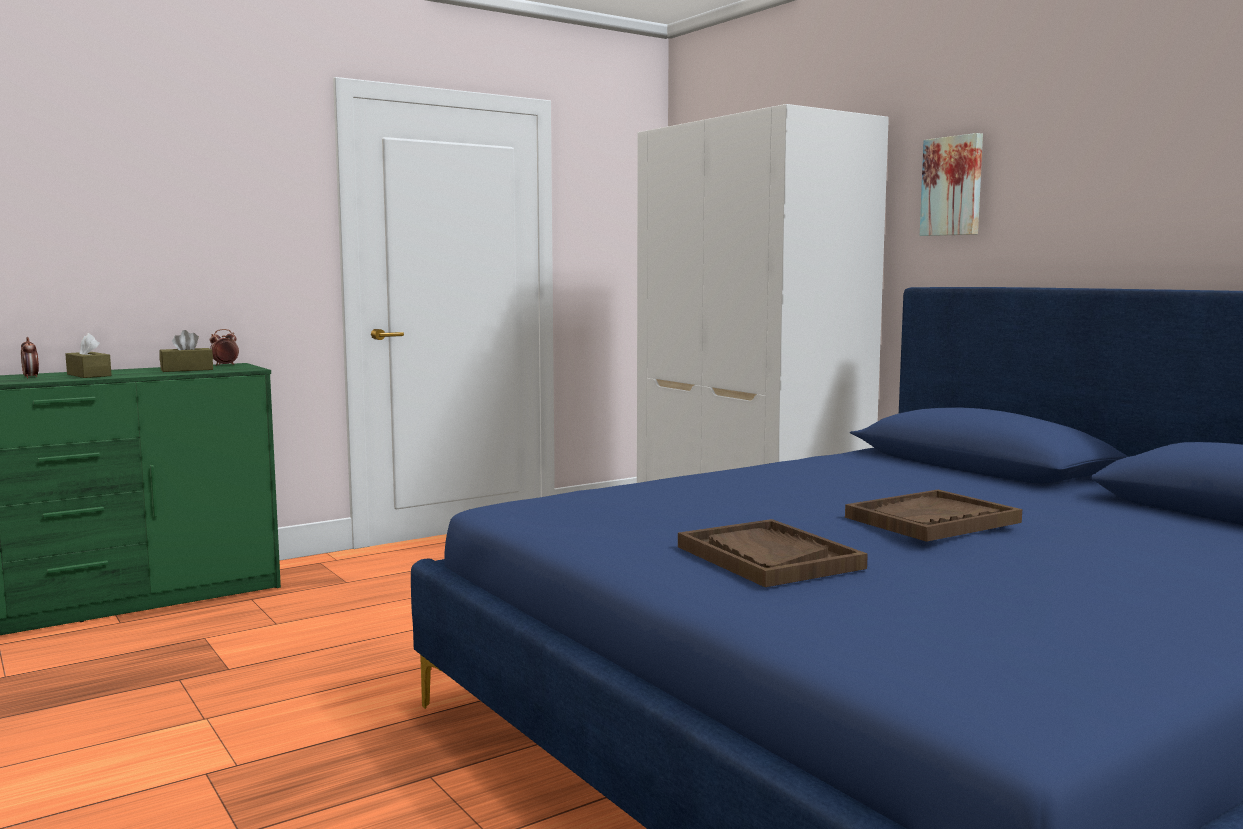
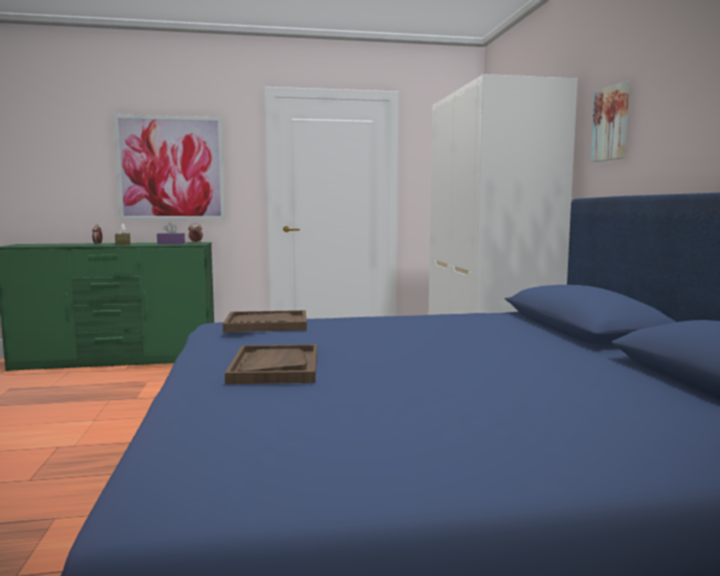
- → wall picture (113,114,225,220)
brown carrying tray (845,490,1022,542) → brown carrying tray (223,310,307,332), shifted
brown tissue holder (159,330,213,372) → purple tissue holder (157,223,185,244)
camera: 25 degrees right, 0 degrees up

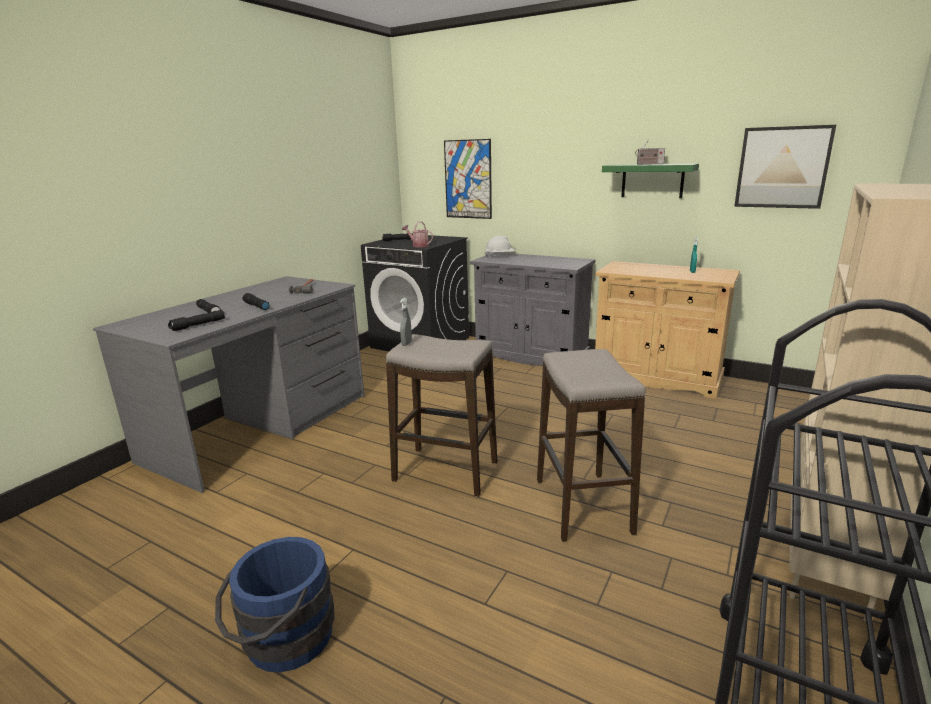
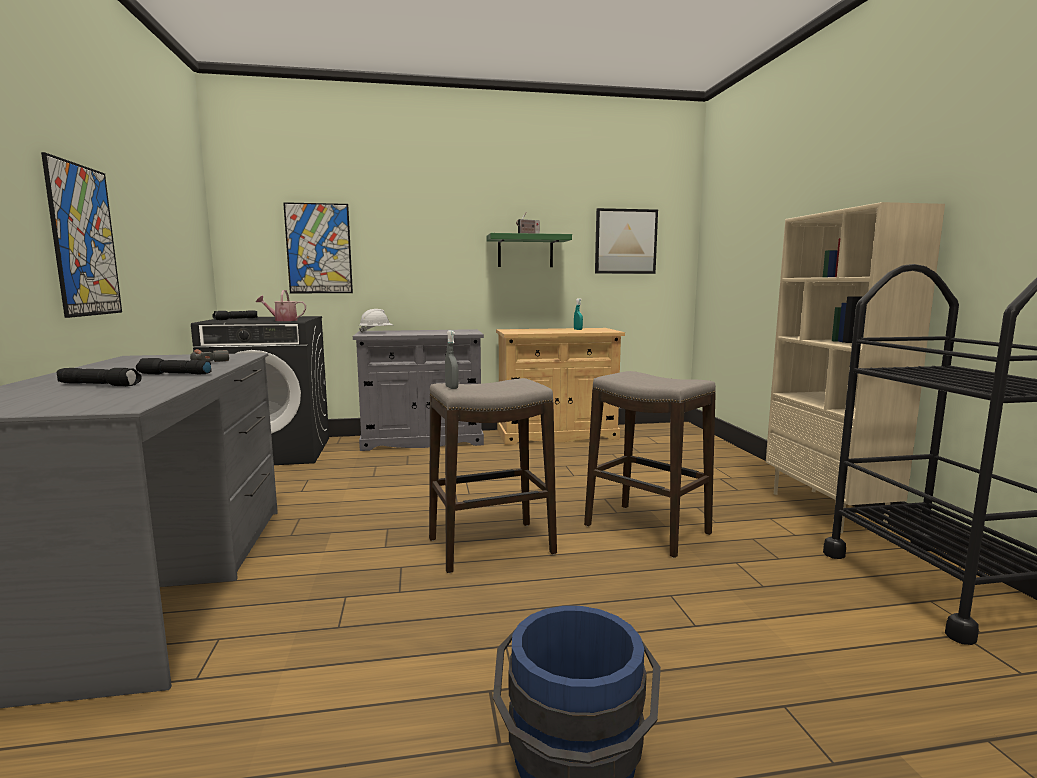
black flashlight (168,310,225,331) → -
- → wall picture (41,152,122,318)
camera: 40 degrees left, 10 degrees down

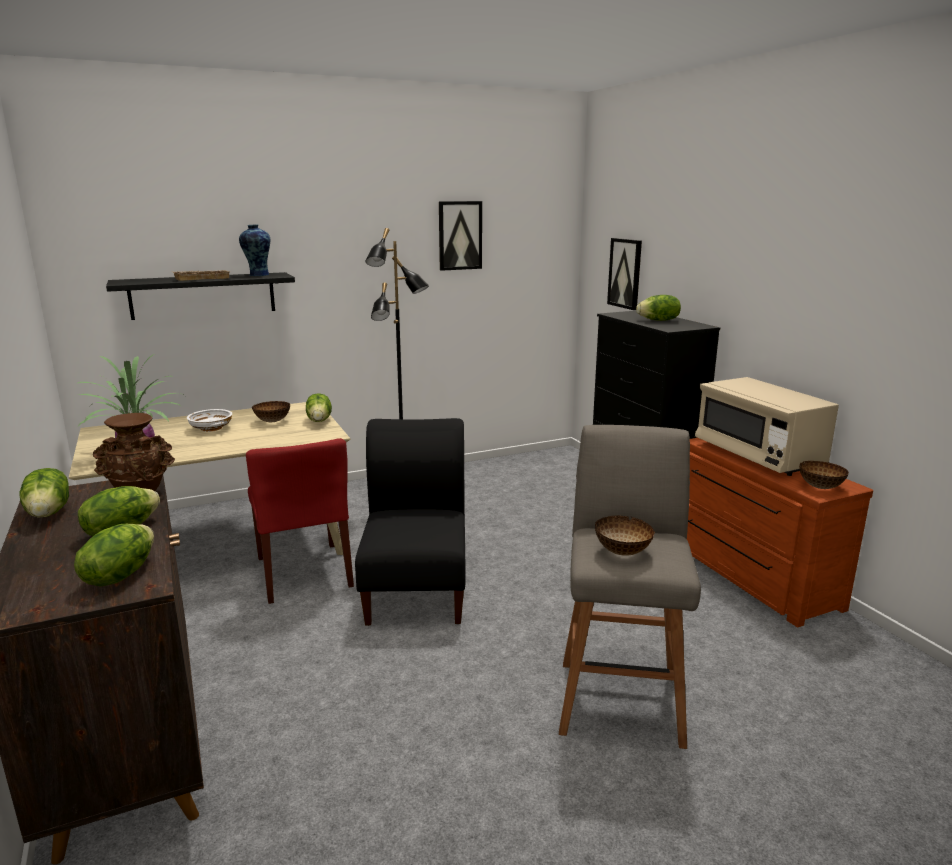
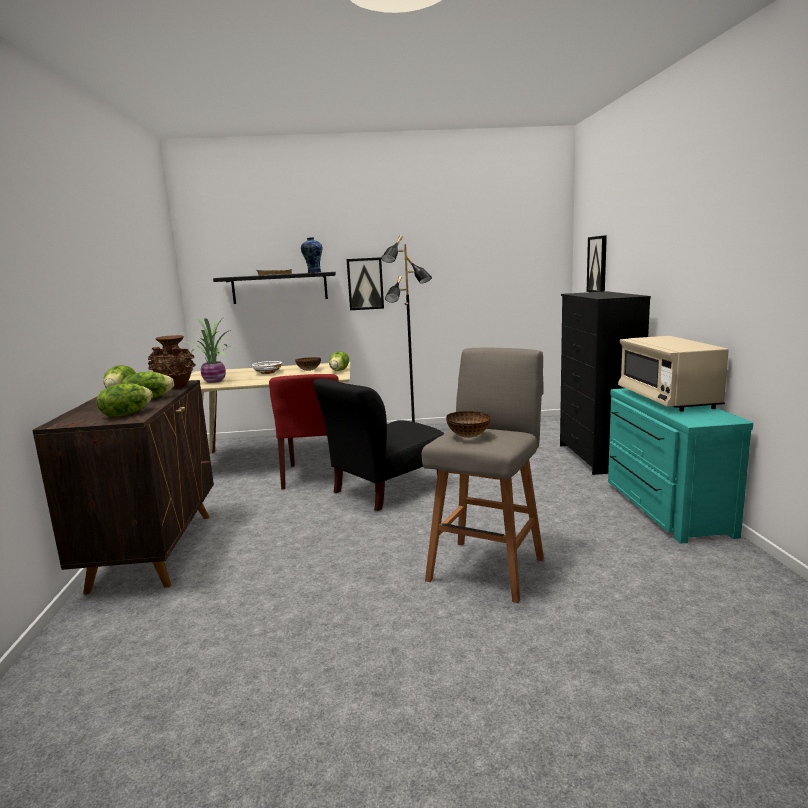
lettuce head (636,295,681,321) → -
deep dish (799,461,849,489) → -
wall picture (439,201,482,271) → wall picture (347,257,384,310), shifted
brown drawer chest (687,438,873,627) → turquoise drawer chest (608,388,753,544)
black upright chair (355,418,465,626) → black upright chair (313,378,444,511), 150 degrees counterclockwise
camera: 20 degrees right, 5 degrees down

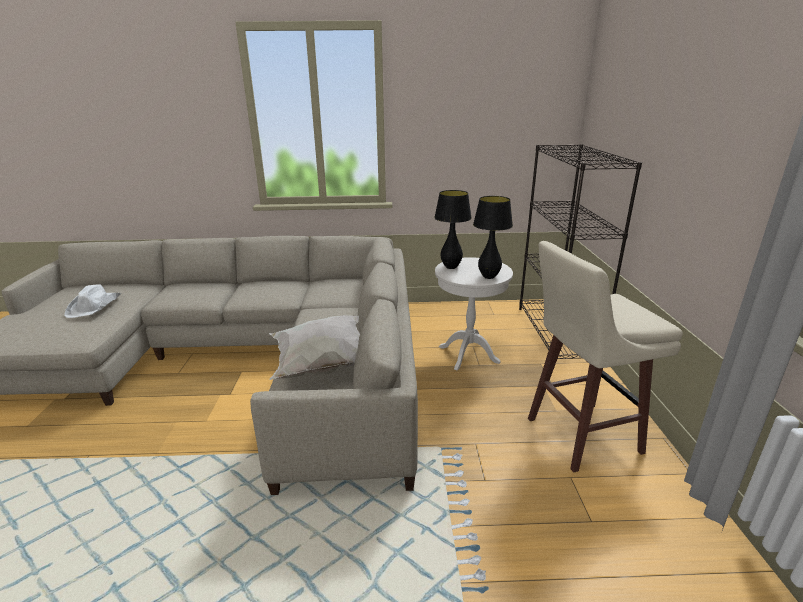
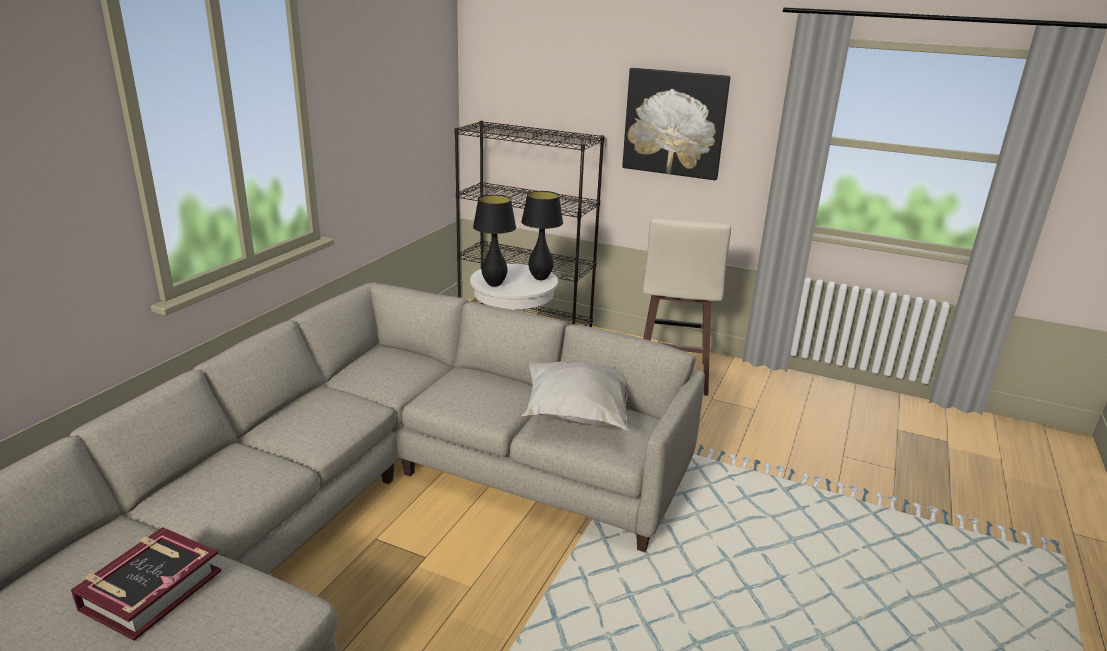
- → wall picture (622,68,731,180)
whitish clothing hat (64,284,121,318) → book (71,527,221,641)
camera: 65 degrees left, 0 degrees up

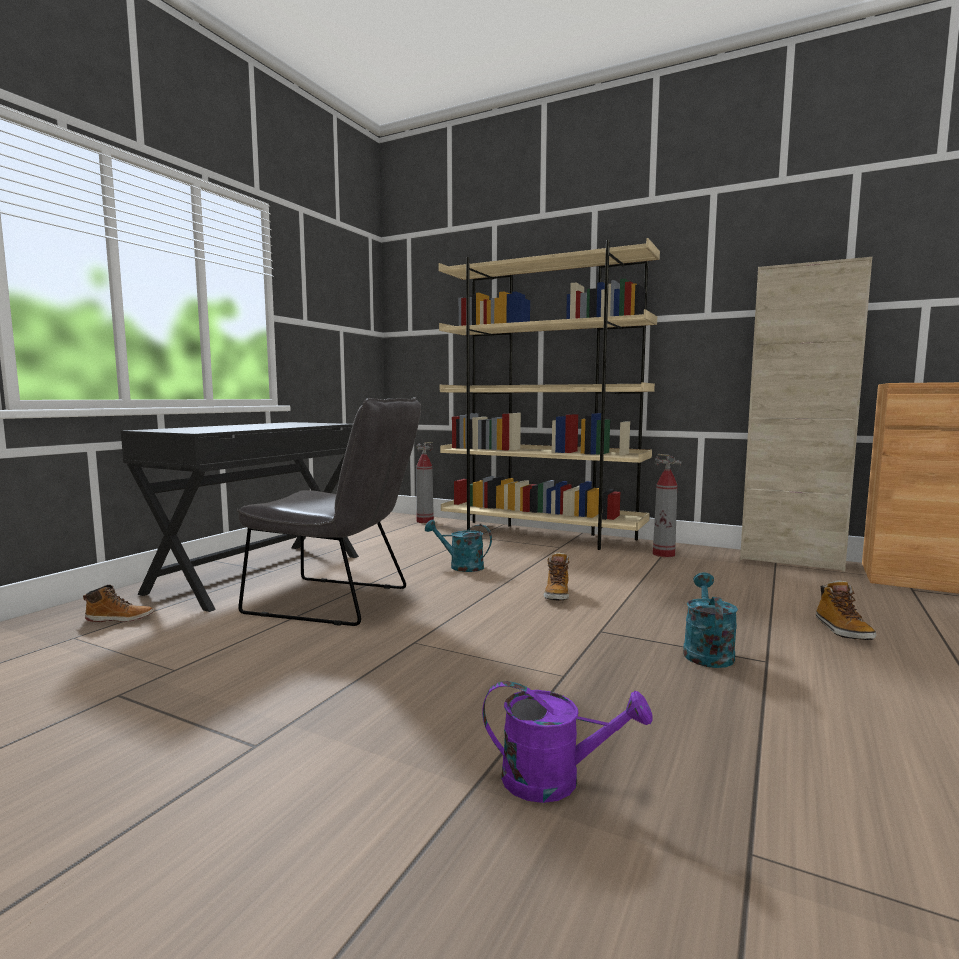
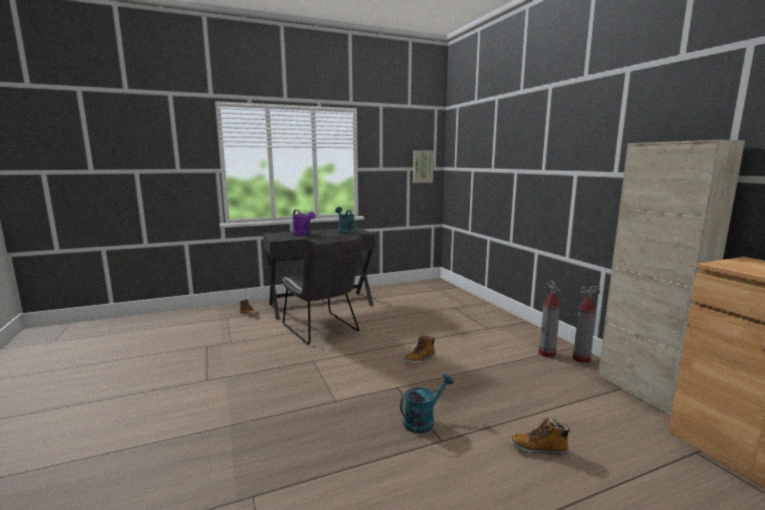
beige bookshelf (438,238,660,550) → -
- → wall picture (413,150,434,183)
fire extinguisher (416,442,434,523) → fire extinguisher (573,286,600,363), shifted
turquoise watering pot (425,520,492,572) → turquoise watering pot (335,207,355,234), shifted
purple watering pot (482,681,653,803) → purple watering pot (292,209,316,235), shifted
boot (816,580,877,640) → boot (511,417,571,455), 60 degrees clockwise
camera: 40 degrees right, 5 degrees up

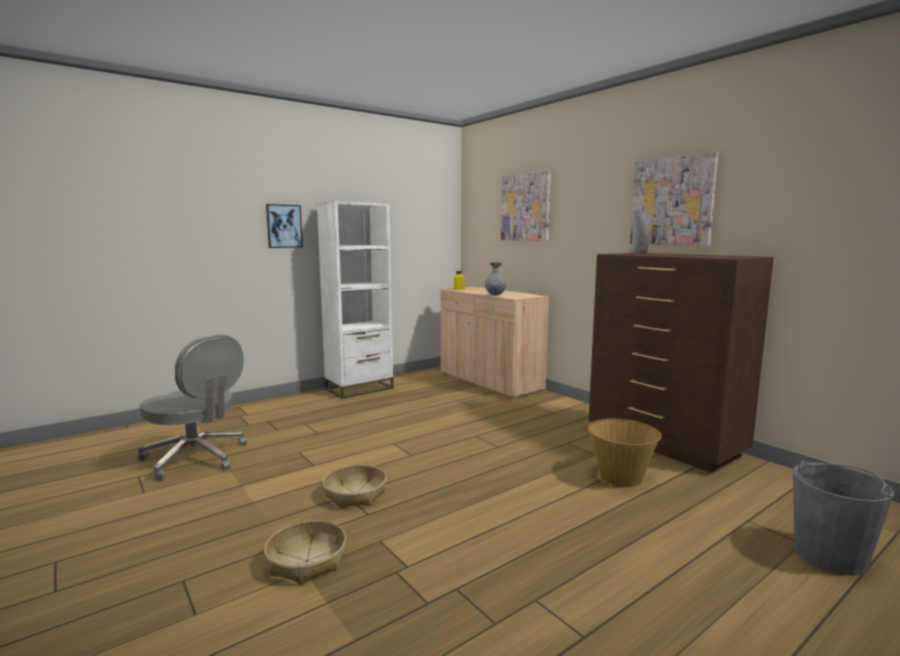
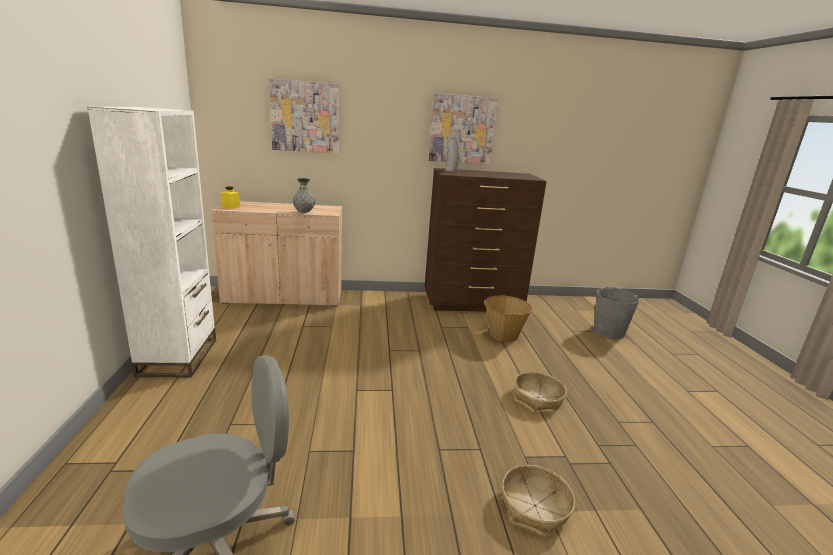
wall picture (266,204,303,248) → -
basket (322,465,387,509) → basket (514,372,567,411), shifted
camera: 60 degrees left, 10 degrees up

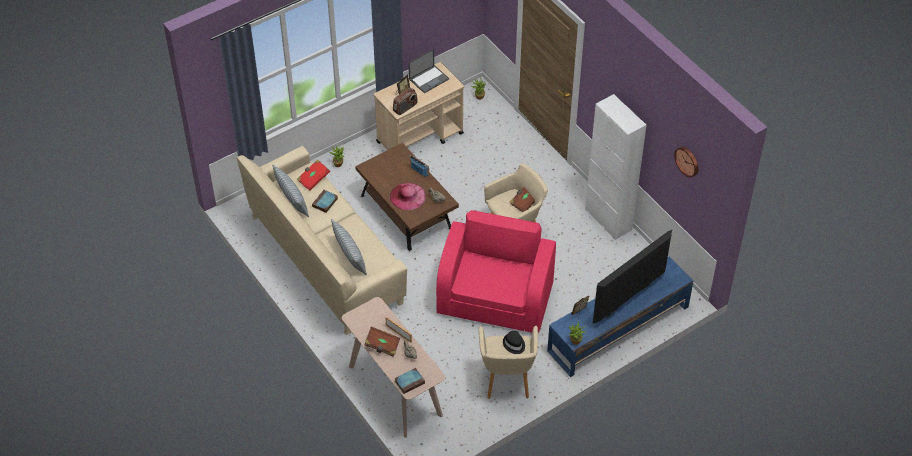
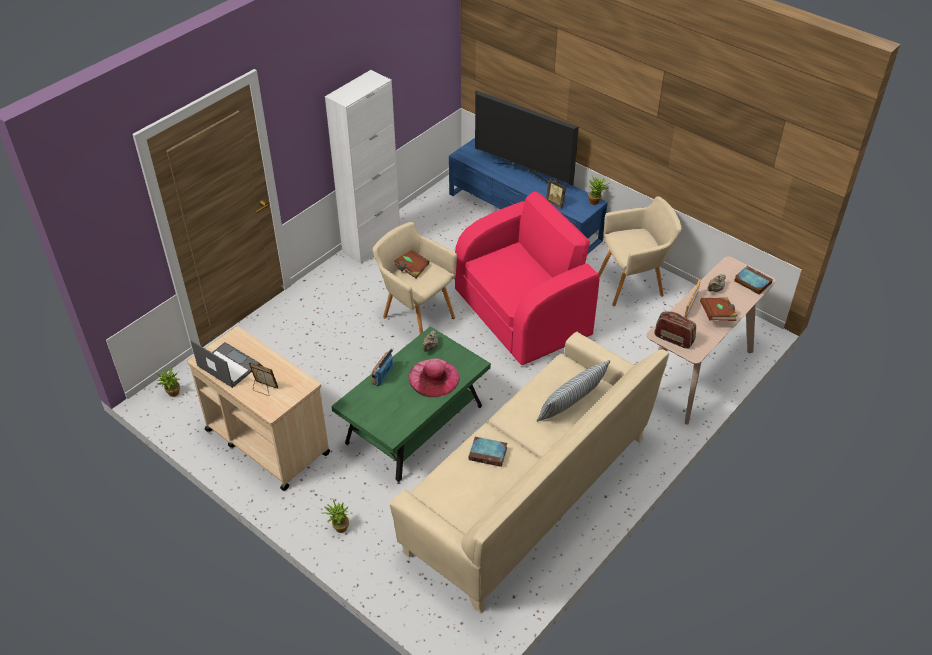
pillow (272,165,309,217) → -
red-coloured book (297,159,330,191) → -
black clothing hat (503,331,525,354) → -
hanging clock (674,147,698,178) → -
radio (393,88,418,115) → radio (654,311,696,349), shifted
brown coffee table (355,143,459,251) → green coffee table (331,326,491,482)
pink-coloured easy chair (436,210,556,333) → pink-coloured easy chair (455,192,599,365), 150 degrees clockwise
camera: 105 degrees left, 5 degrees down

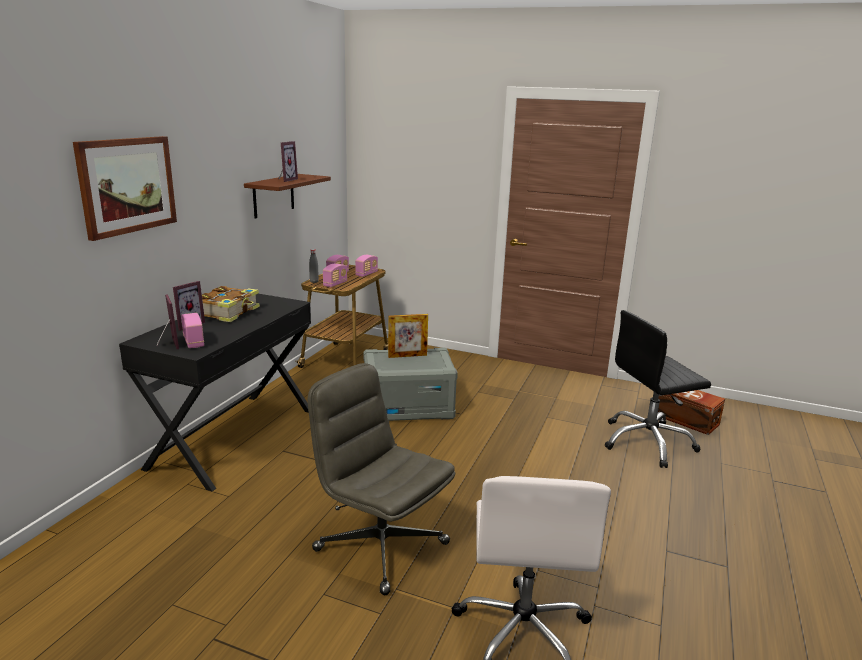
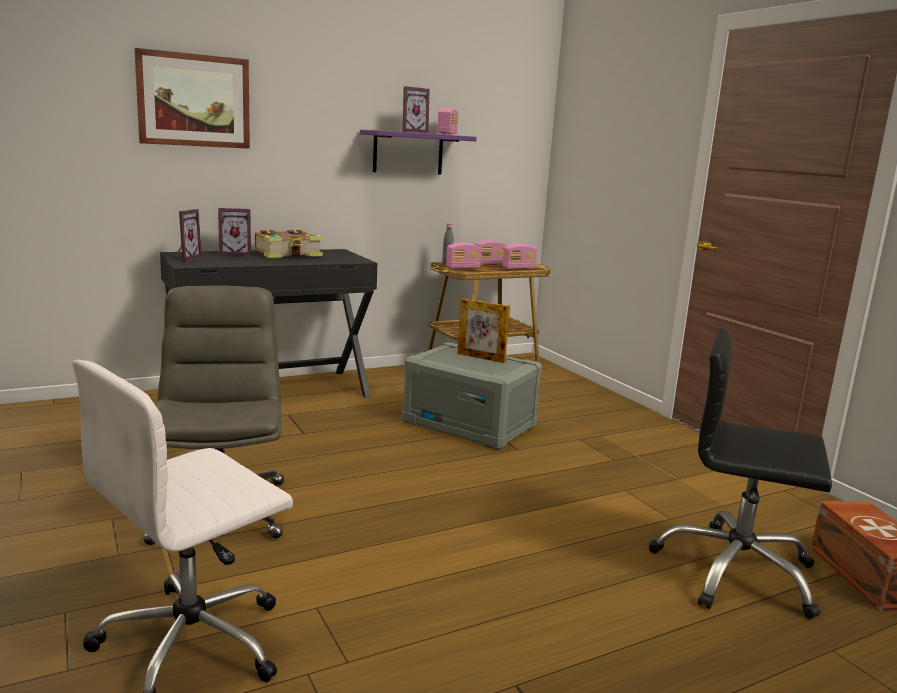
radio (181,313,204,348) → radio (437,108,458,135), shifted
brown bracket shelf (244,174,331,219) → purple bracket shelf (360,130,477,175)
camera: 40 degrees right, 5 degrees down

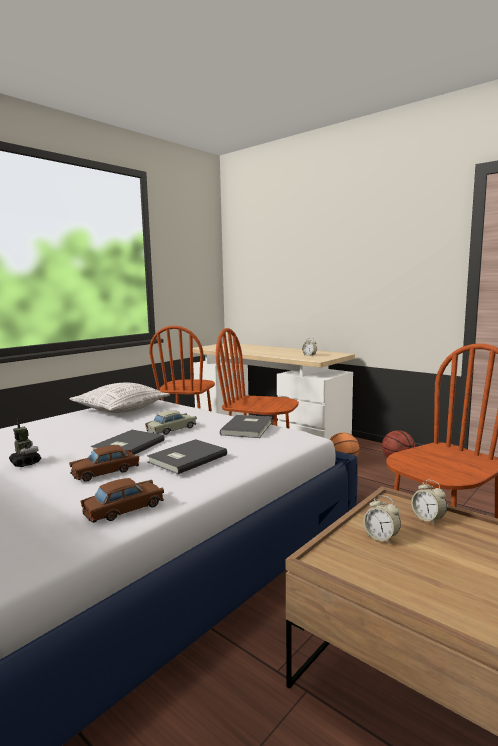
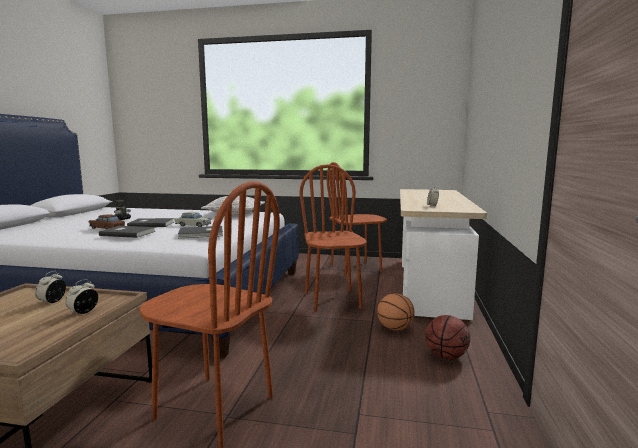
brown miniature car (81,478,164,523) → -
camera: 60 degrees right, 0 degrees up

